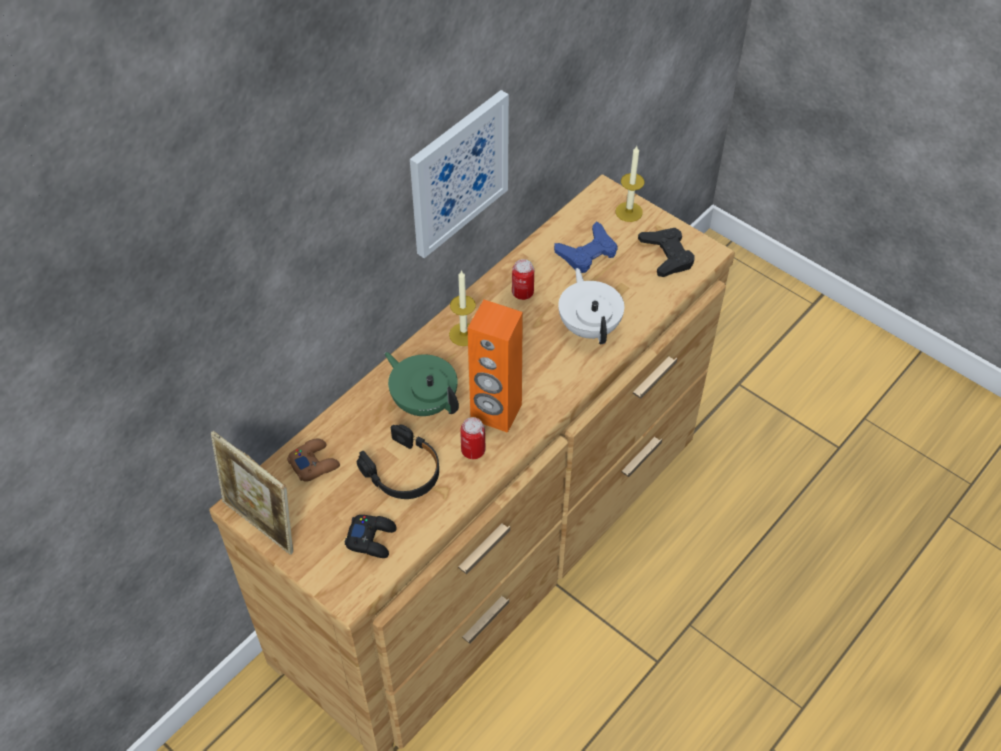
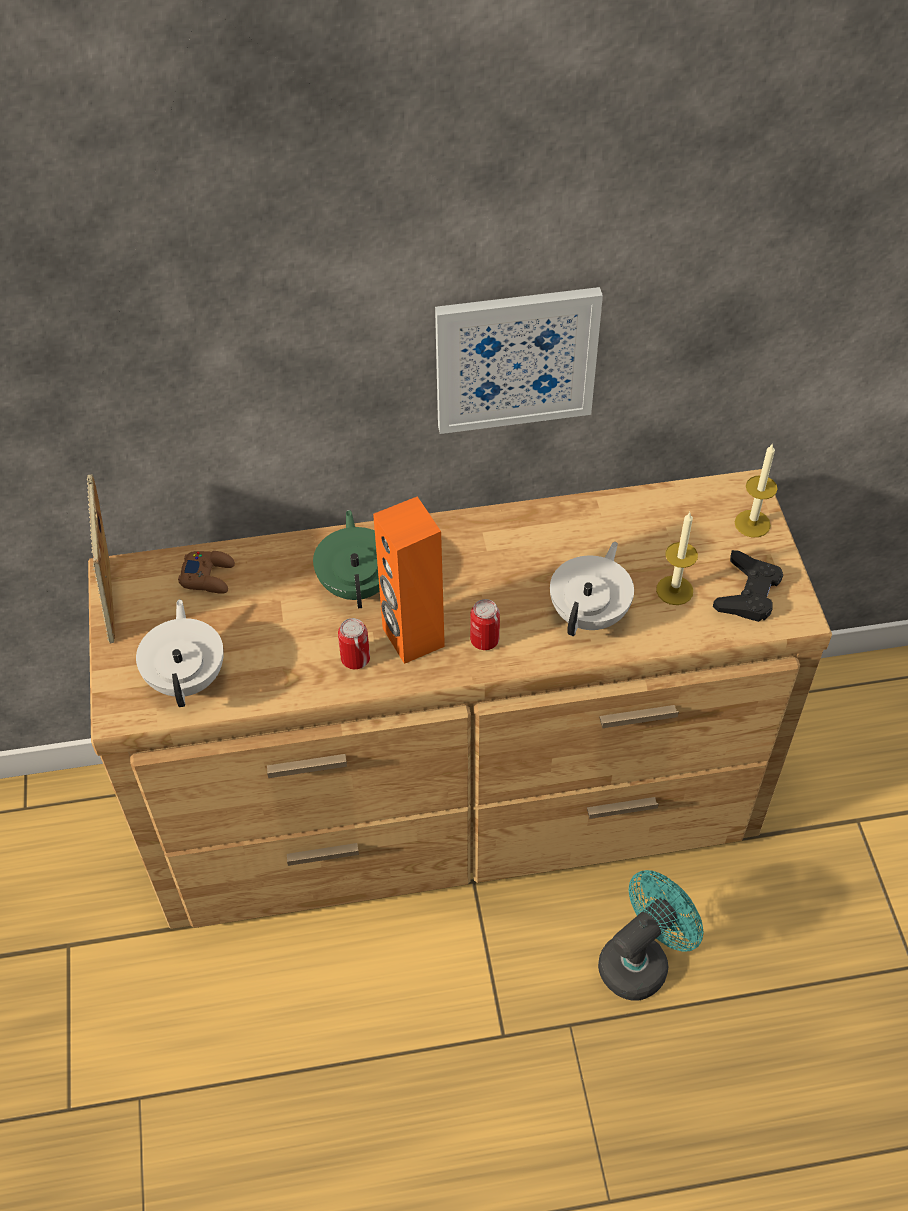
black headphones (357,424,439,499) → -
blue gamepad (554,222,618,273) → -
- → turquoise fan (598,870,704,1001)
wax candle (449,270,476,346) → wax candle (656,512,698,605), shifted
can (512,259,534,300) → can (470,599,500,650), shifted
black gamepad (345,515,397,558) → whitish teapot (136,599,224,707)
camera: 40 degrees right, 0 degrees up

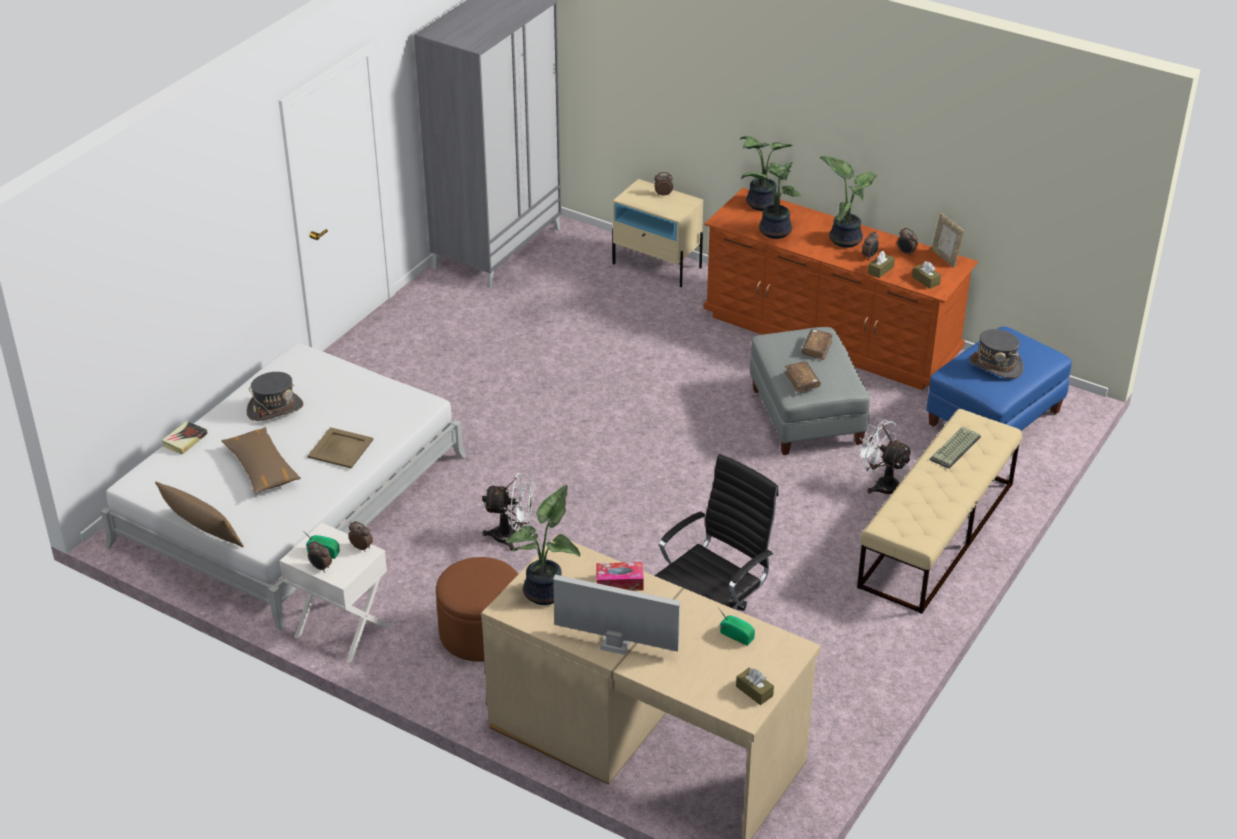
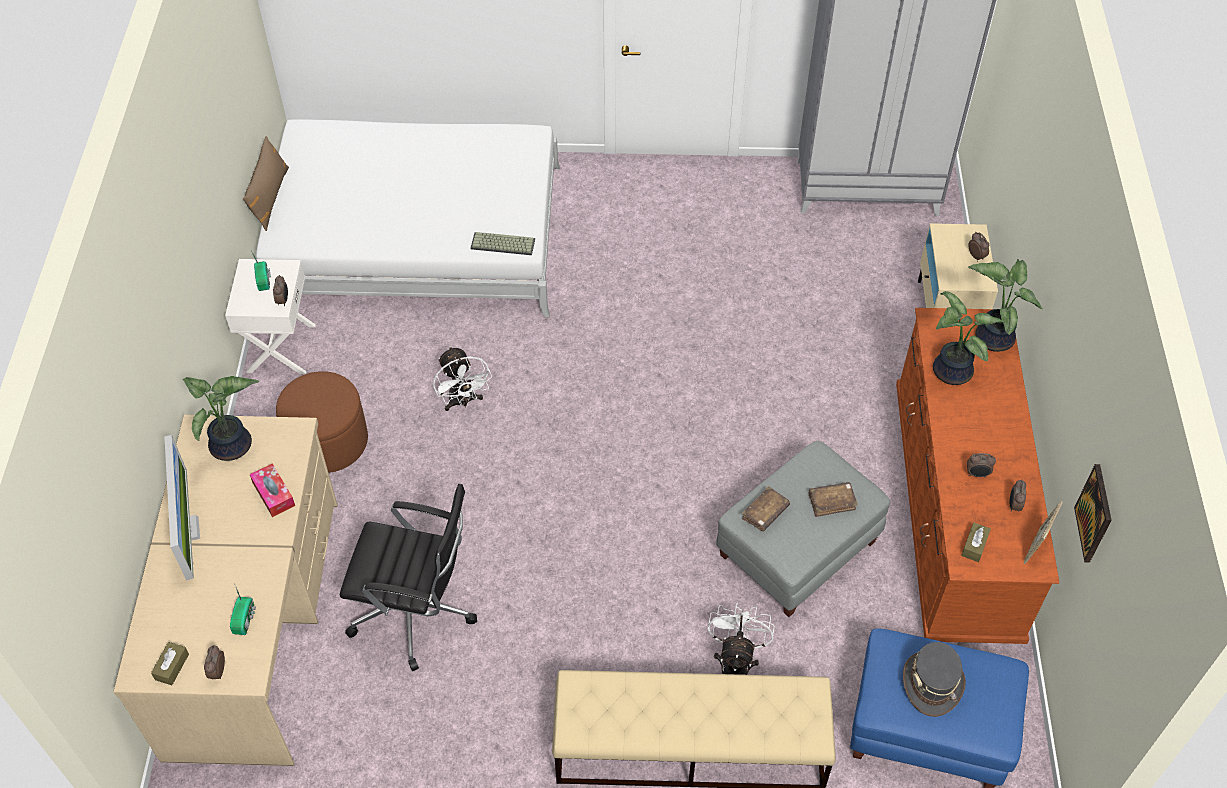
book (162,421,207,455) → -
brown pillow (221,427,301,494) → -
grey clothing hat (247,372,303,421) → -
beige carrying tray (308,427,373,469) → -
houseplant (819,156,877,248) → -
brown tissue holder (868,251,895,278) → -
- → wall picture (1074,464,1112,563)
alarm clock (308,541,332,572) → alarm clock (204,645,225,680), shifted
PC keyboard (930,427,981,469) → PC keyboard (470,232,535,255), shifted
camera: 60 degrees right, 15 degrees up

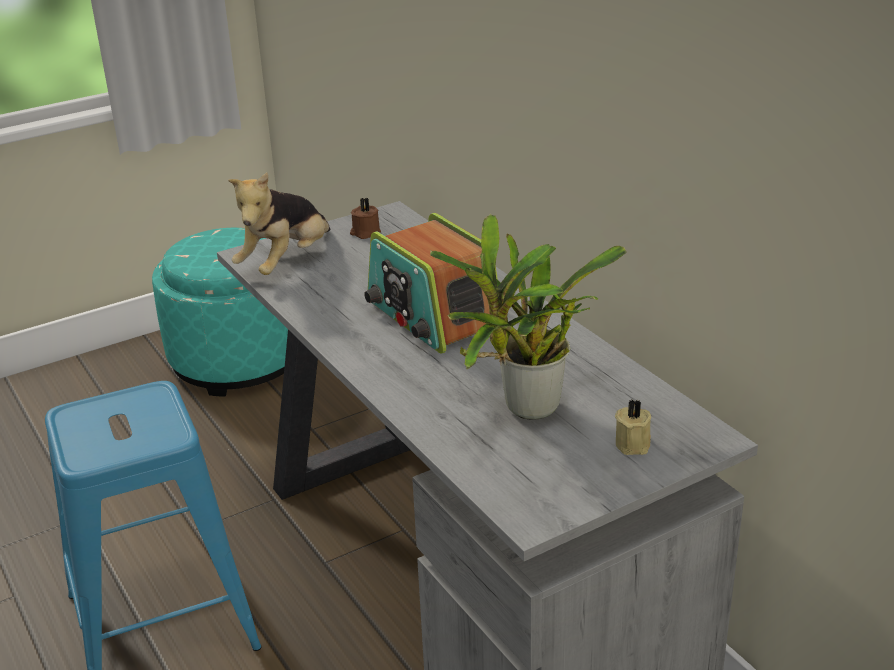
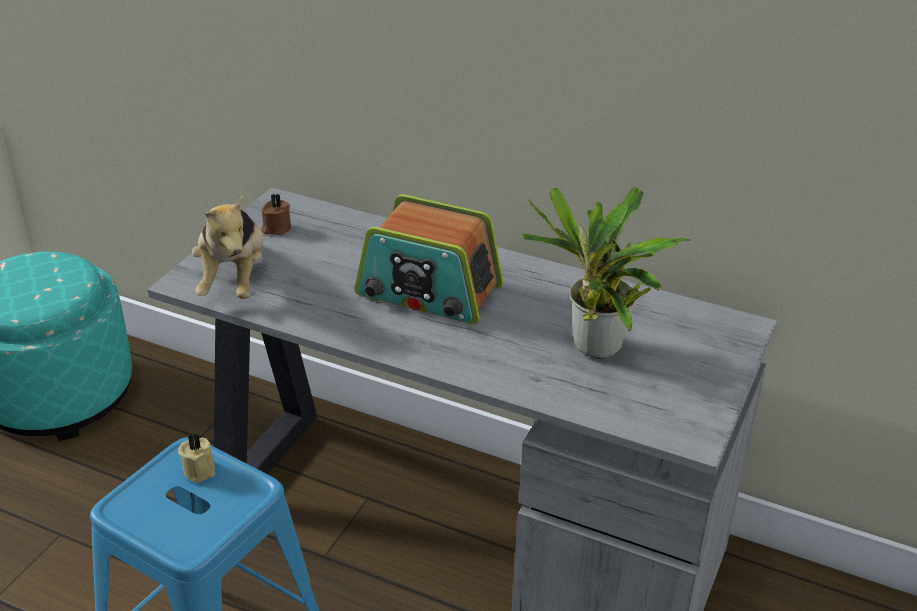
beige wax candle (615,399,651,455) → beige wax candle (178,433,215,483), shifted
camera: 35 degrees left, 5 degrees up

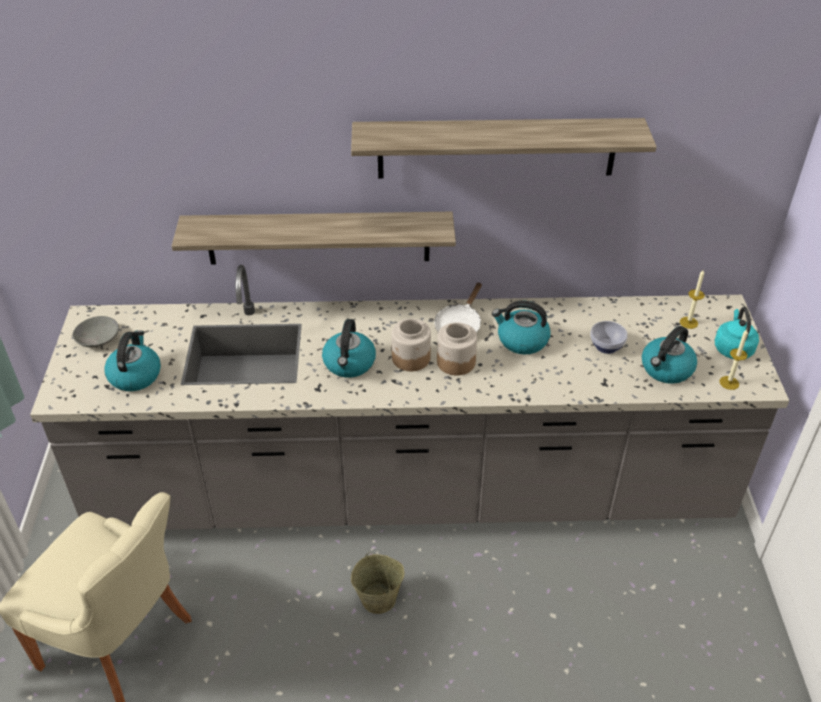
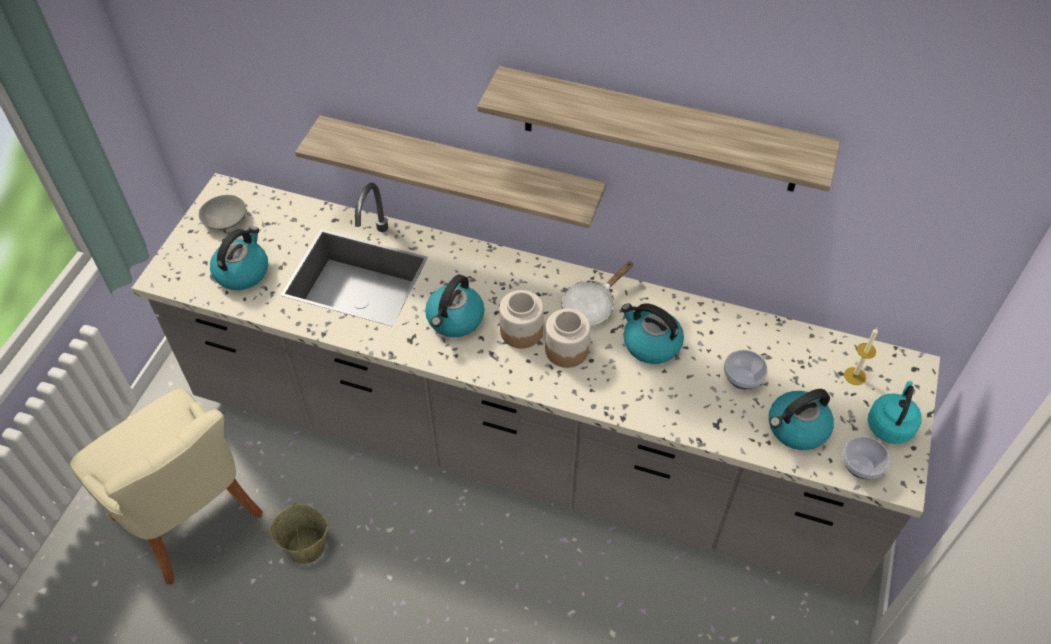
beige bucket (351,552,404,614) → beige bucket (270,503,329,564), shifted
wax candle (719,329,748,390) → deep dish (842,436,890,479)
camera: 20 degrees right, 10 degrees up

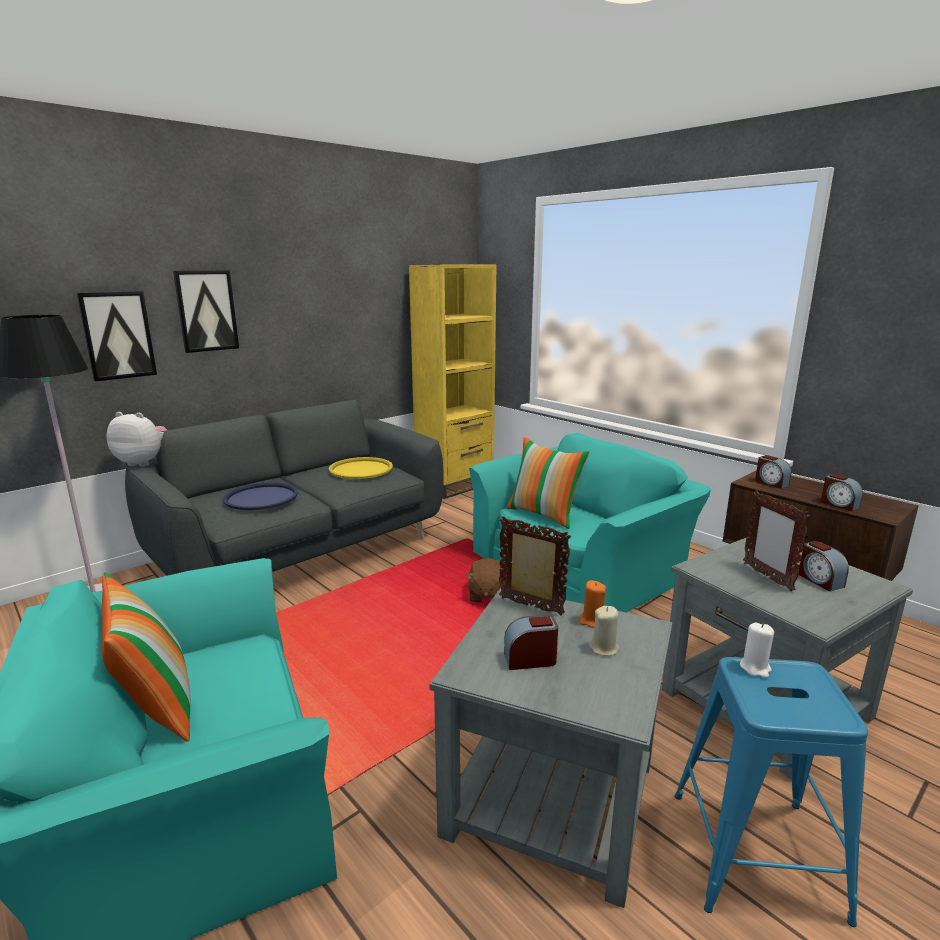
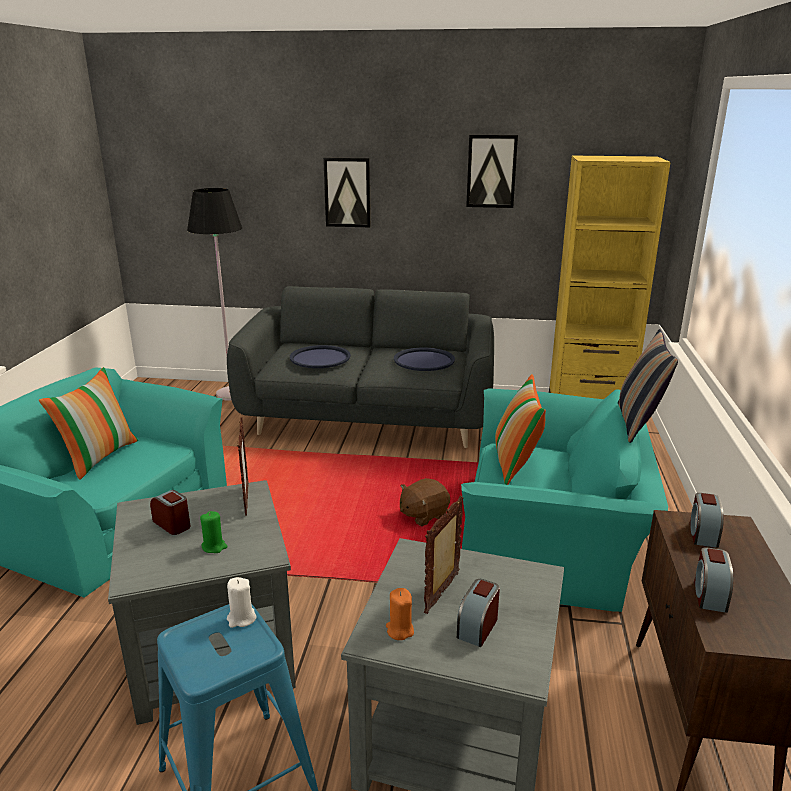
soft toy (107,412,167,467) → -
- → pillow (618,329,678,443)
wall picture (77,291,157,381) → wall picture (466,135,518,208), shifted
orange wax candle (580,580,606,628) → orange wax candle (386,588,414,640), shifted
yellow carrying tray (329,457,393,479) → blue carrying tray (394,348,455,371)
beige wax candle (589,606,619,656) → green wax candle (200,511,228,553)
camera: 50 degrees right, 5 degrees up

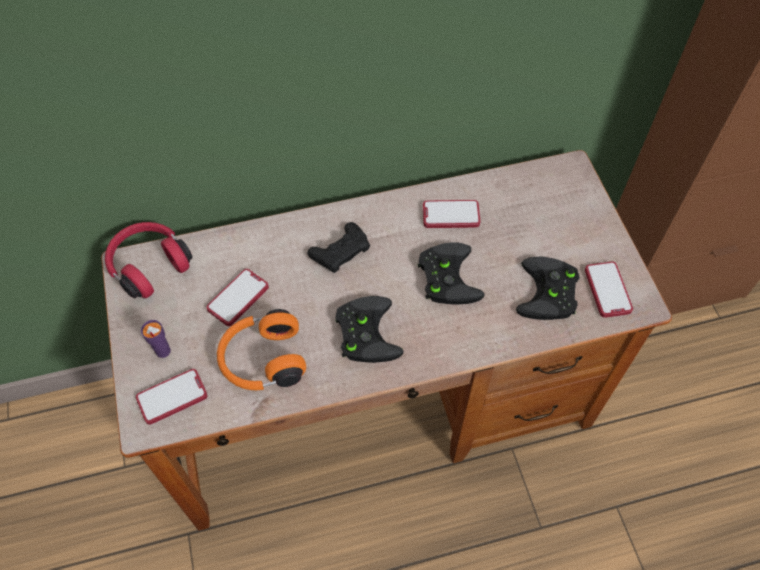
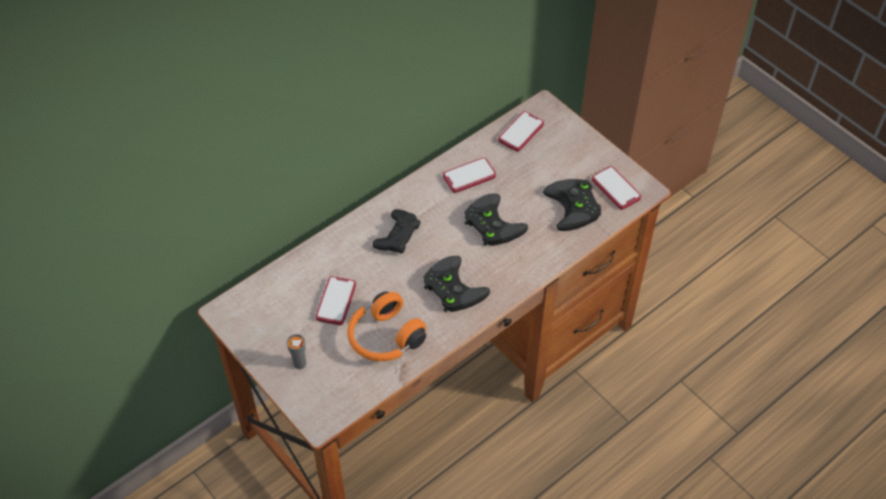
red-coloured headphones (105,222,192,298) → -
handset (136,369,208,425) → handset (498,111,544,152), shifted
purple drinking cup (141,320,171,358) → grey drinking cup (287,334,306,369)
camera: 25 degrees left, 5 degrees down

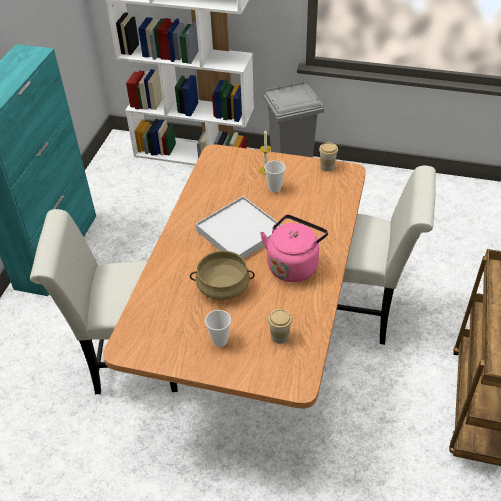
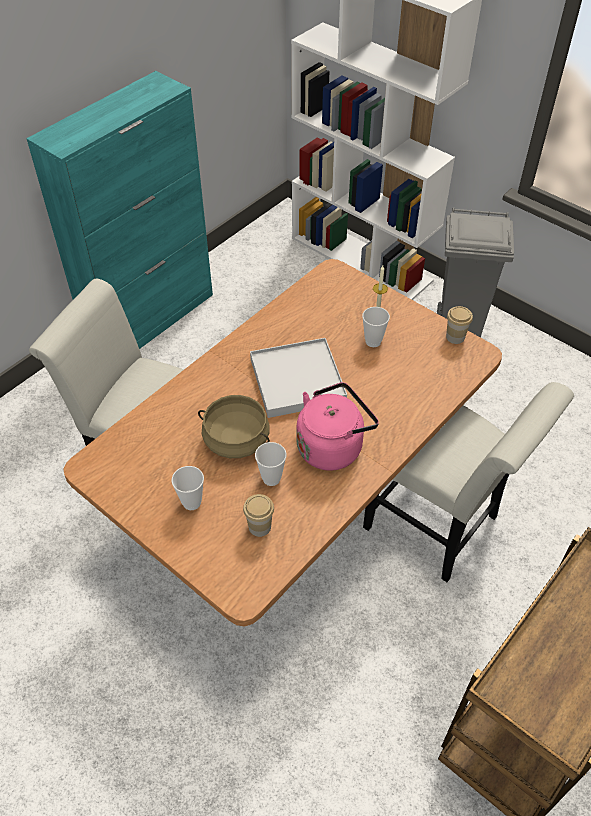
- → drinking cup (255,442,287,486)
camera: 25 degrees right, 5 degrees up

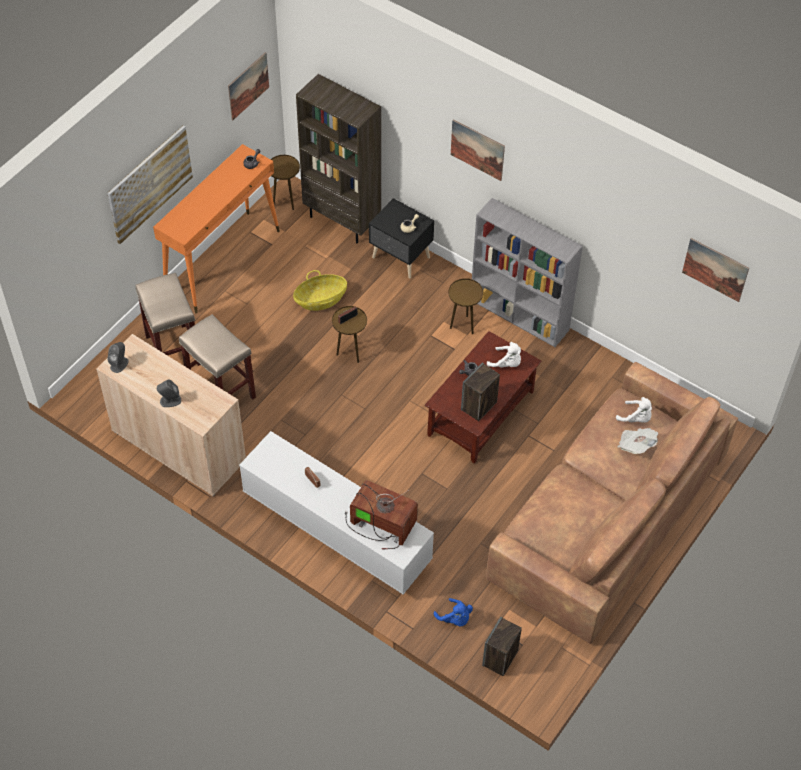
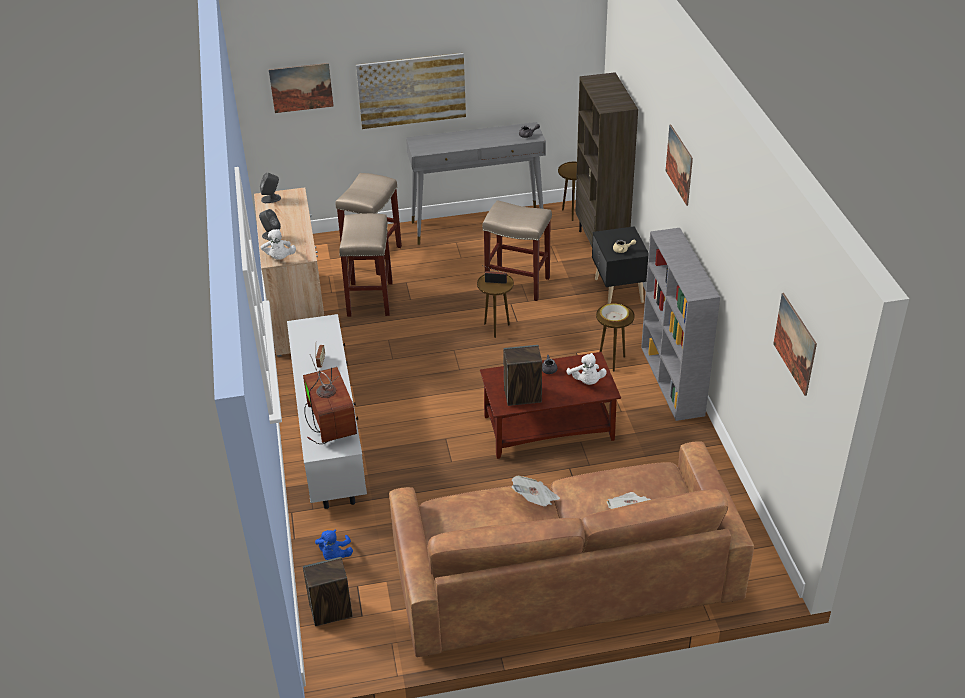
- → printed paper (511,476,560,507)
- → deep dish (600,303,629,322)
wall picture (228,52,269,121) → wall picture (269,63,334,113), shifted
whitish soft toy (616,397,652,423) → whitish soft toy (260,229,296,260), shifted
basket (293,270,347,311) → beige sitting stool (482,200,552,301)
orange narrow table (153,144,280,313) → grey narrow table (406,122,546,245)
camera: 45 degrees right, 15 degrees down

